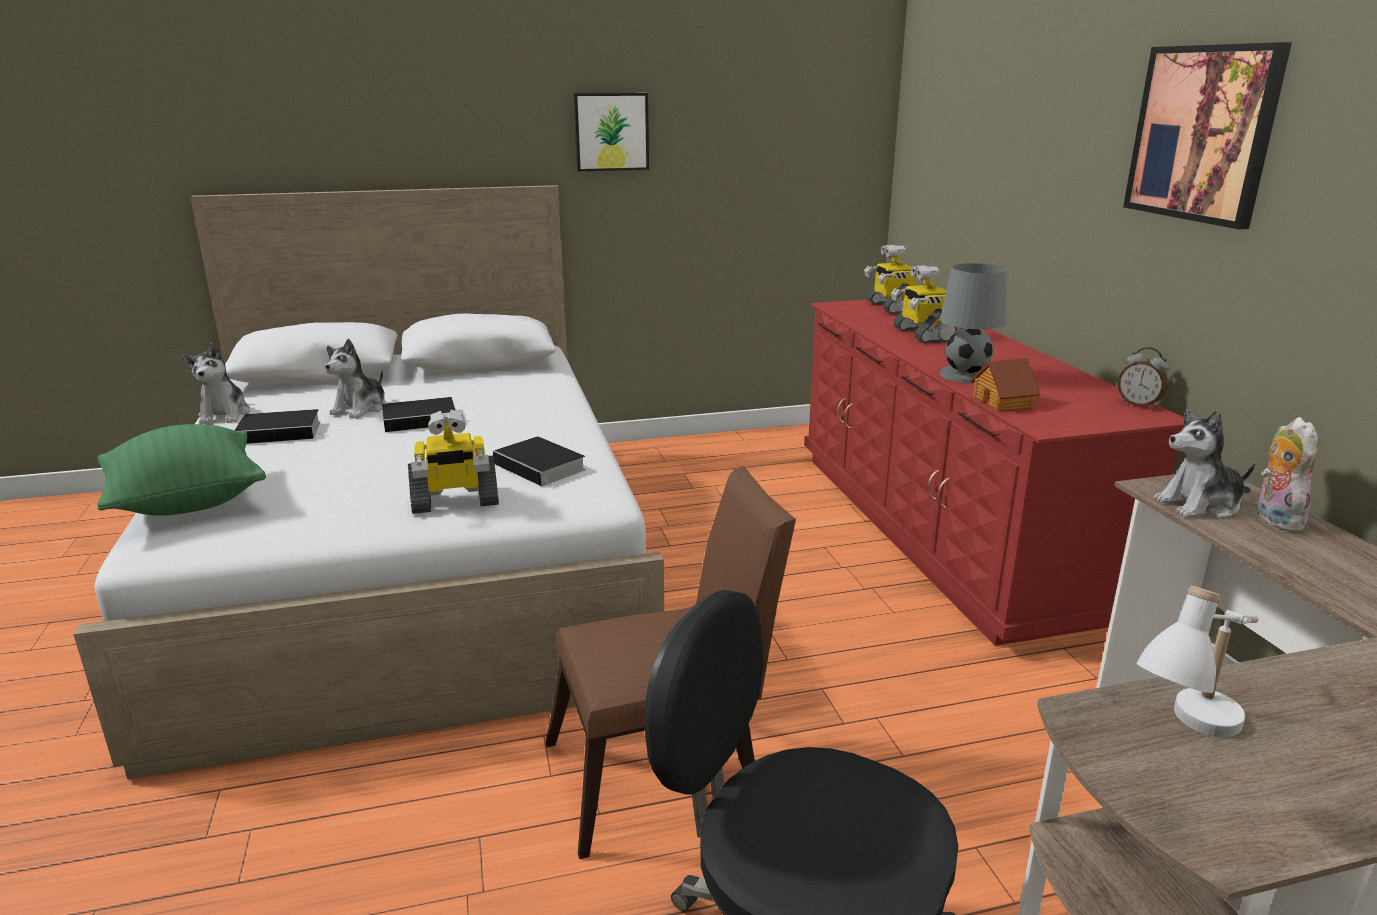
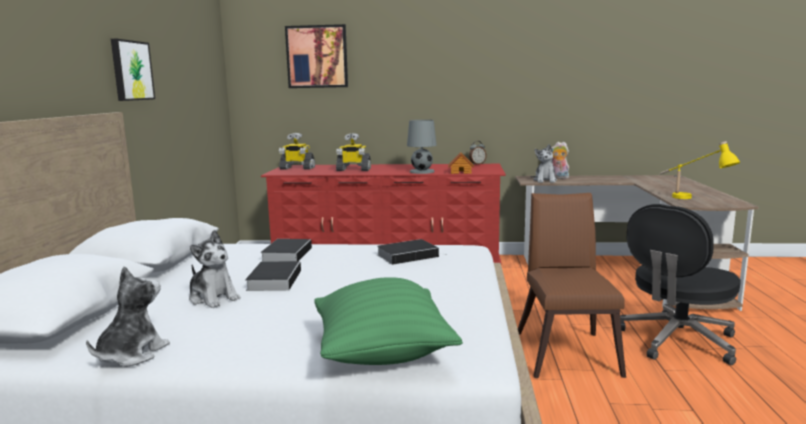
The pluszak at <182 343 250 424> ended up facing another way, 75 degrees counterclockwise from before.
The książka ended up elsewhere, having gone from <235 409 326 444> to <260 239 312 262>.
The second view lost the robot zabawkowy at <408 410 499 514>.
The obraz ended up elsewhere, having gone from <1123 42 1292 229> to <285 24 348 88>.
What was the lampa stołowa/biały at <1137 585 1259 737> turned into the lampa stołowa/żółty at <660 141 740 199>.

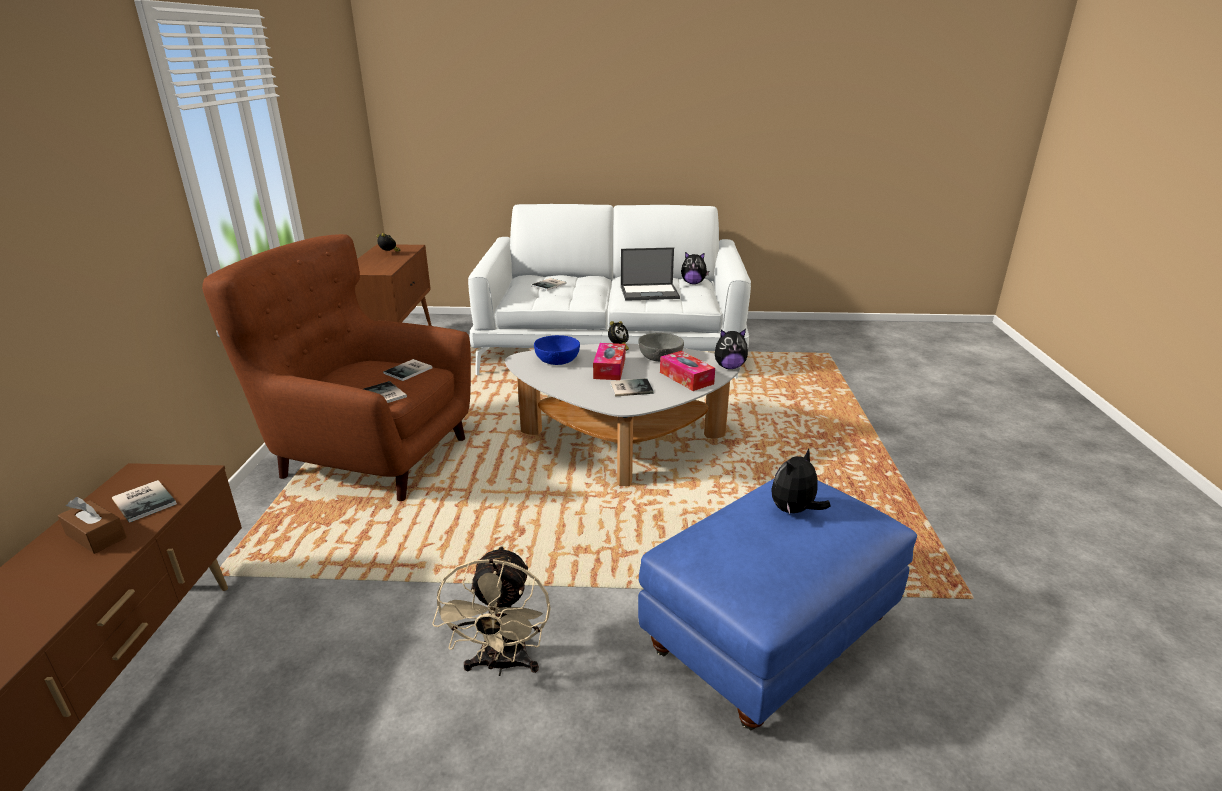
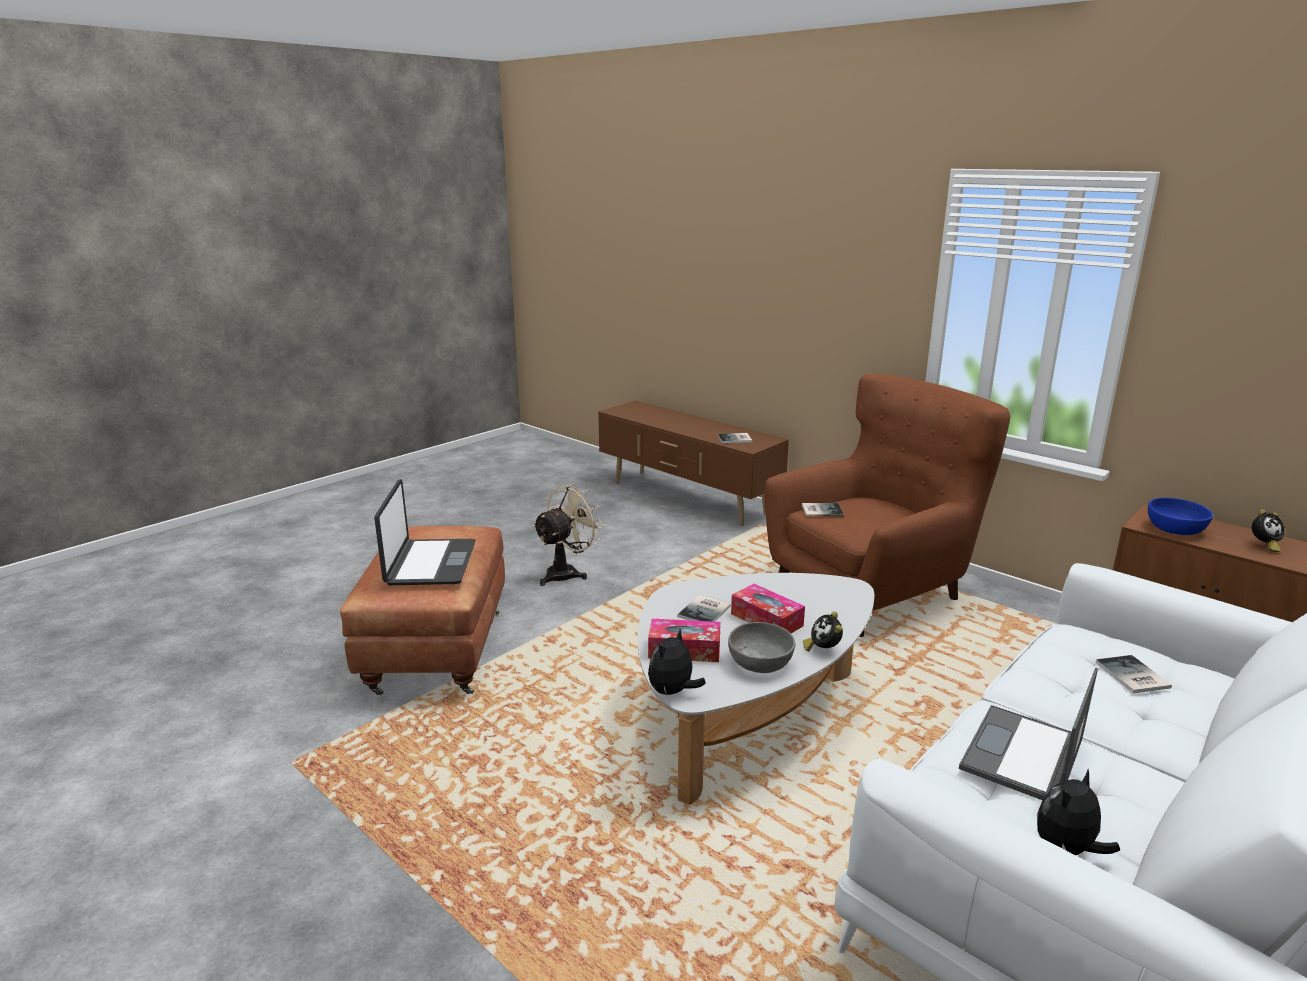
The second view lost the pudełko chusteczek/brązowy at <58 497 127 554>.
The second view lost the książka at <383 359 432 381>.
The wentylator/beżowy at <432 545 551 676> ended up facing another way, 90 degrees clockwise from before.
The miska/niebieski ended up elsewhere, having gone from <534 335 580 365> to <1148 498 1213 535>.
What was the pufa/niebieski at <638 479 917 730> turned into the pufa/brązowy at <340 526 505 696>.
Where the pluszak stood at <771 448 831 514>, the laptop came to stand at <374 479 476 585>.

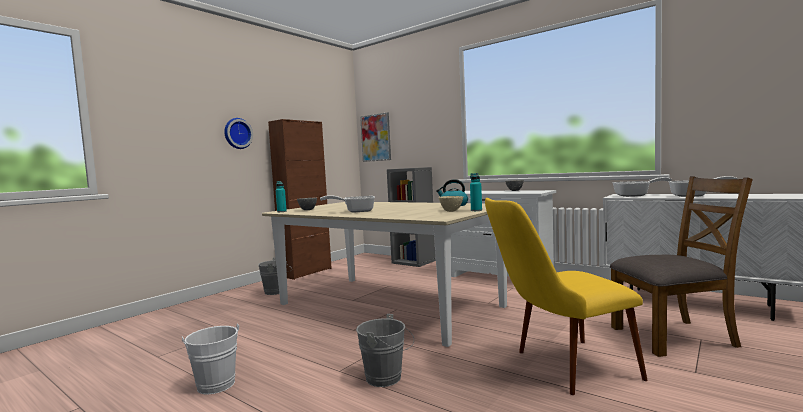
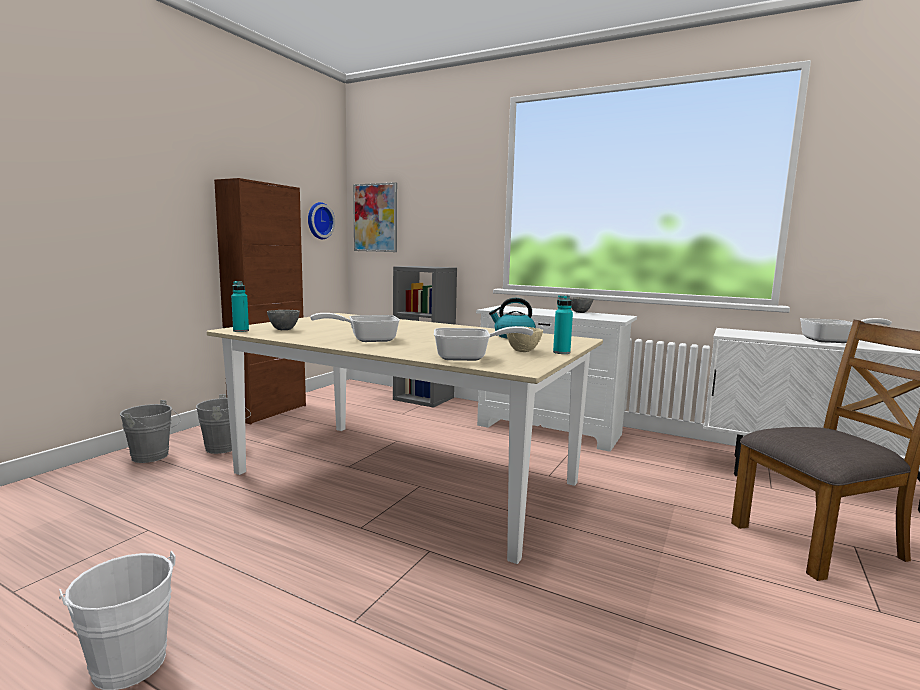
The zegar ścienny ended up elsewhere, having gone from <224 118 253 149> to <308 202 335 239>.
The wiadro/szary ended up elsewhere, having gone from <356 314 414 387> to <120 400 181 463>.
The second view lost the krzesło/żółty at <485 198 648 395>.
The patelnia ended up elsewhere, having gone from <612 177 672 197> to <434 326 533 361>.

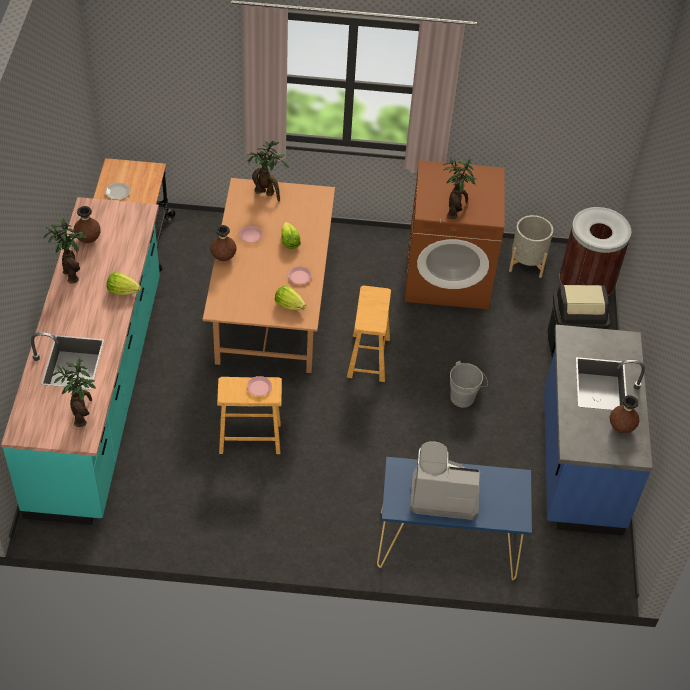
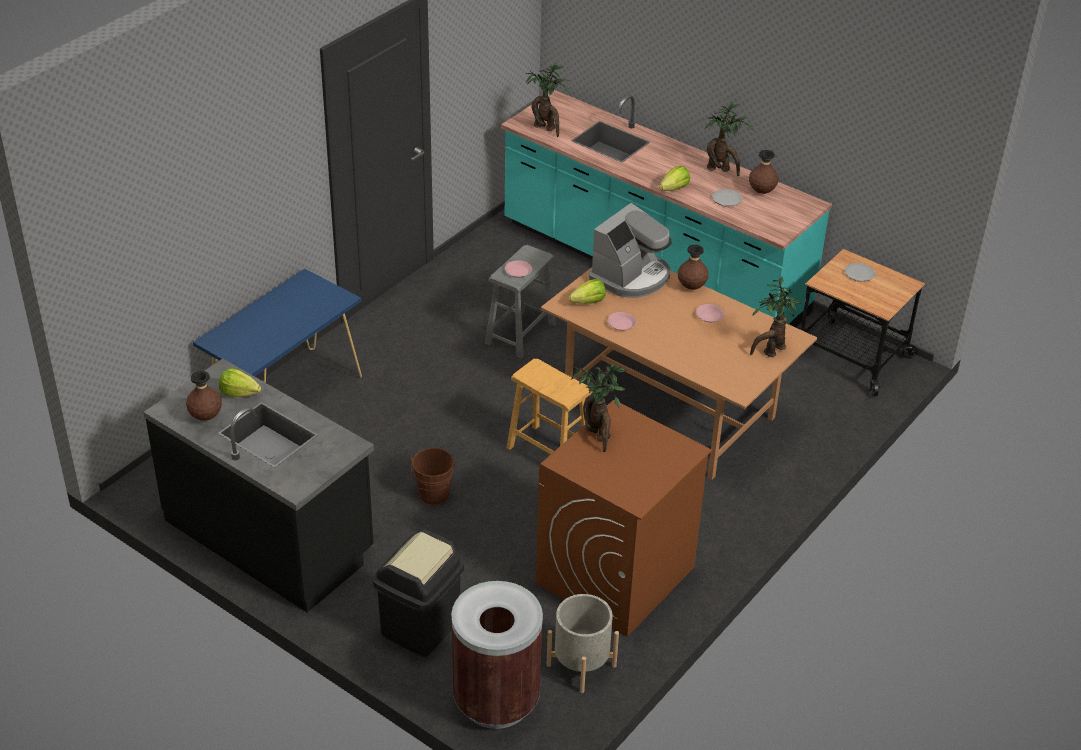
What was the stołek/brązowy at <217 377 282 454> turned into the stołek/szary at <485 245 556 359>.
The sałata ended up elsewhere, having gone from <281 222 301 249> to <219 368 261 397>.
The ekspres do kawy ended up elsewhere, having gone from <410 442 480 520> to <589 203 671 298>.
What was the wiadro/szary at <450 361 488 407> turned into the wiadro/brązowy at <410 448 456 505>.
What was the zabudowa kuchenna/niebieski at <544 325 652 536> turned into the zabudowa kuchenna/czarny at <143 358 374 613>.
The second view gained the talerz at <712 189 743 206>.

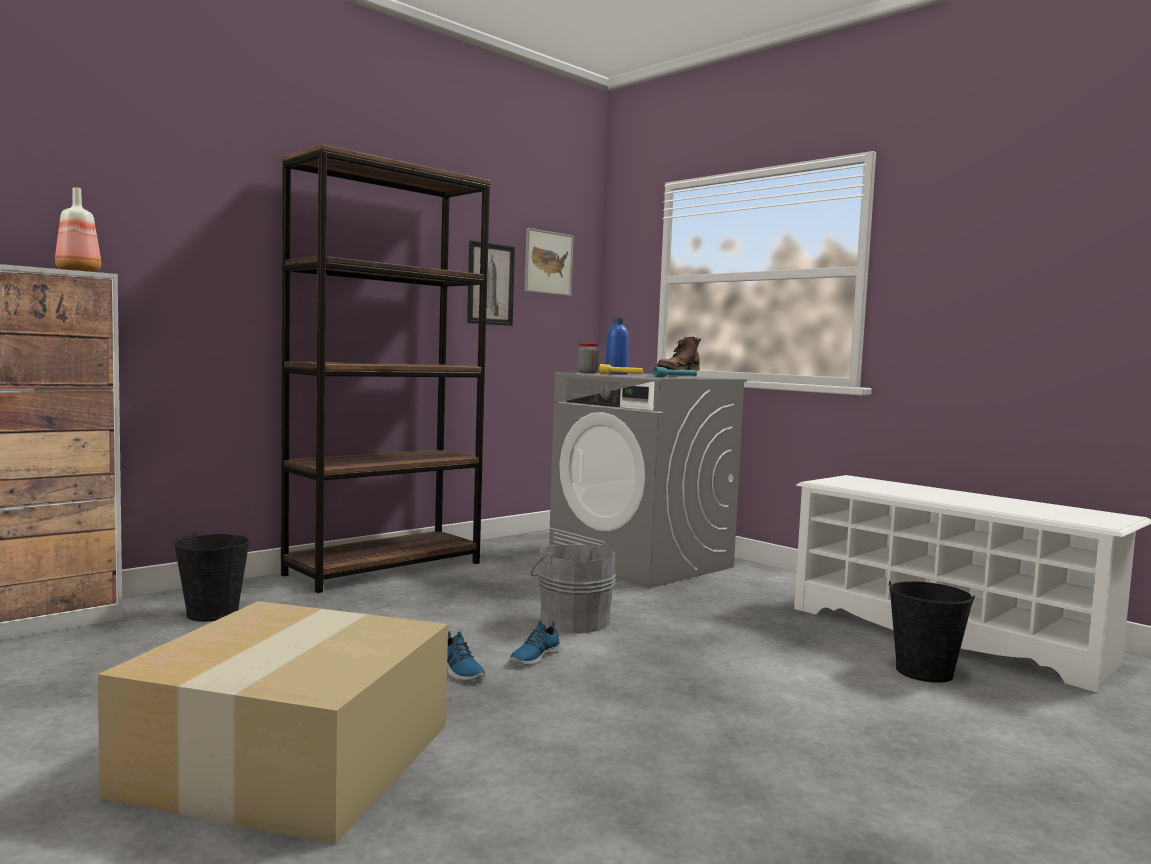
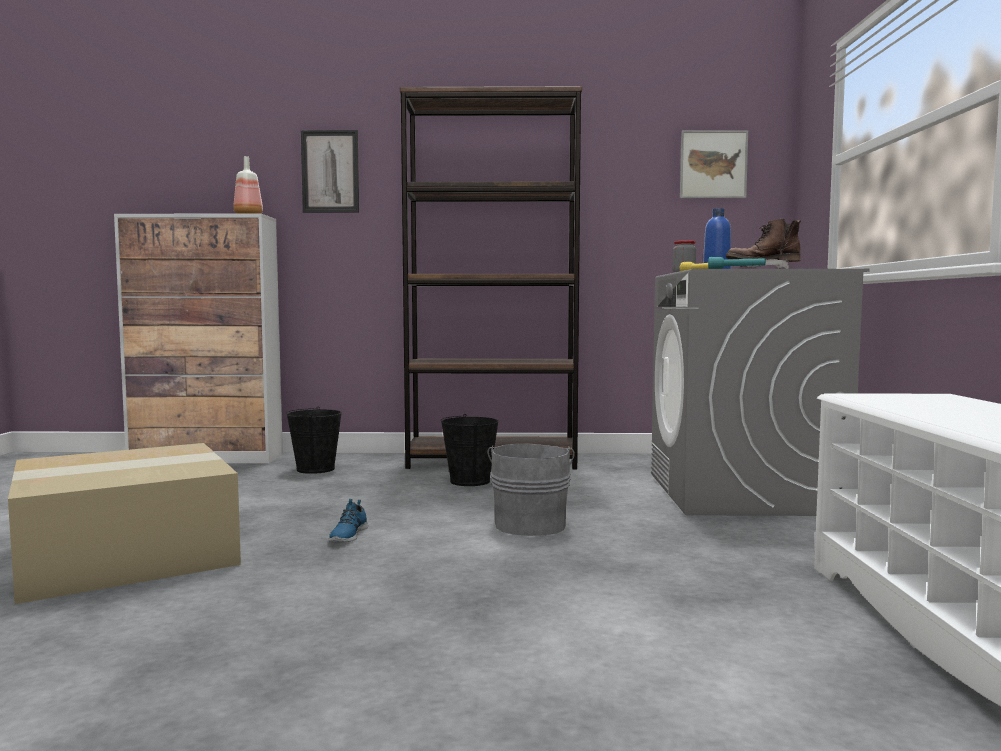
The obraz ended up elsewhere, having gone from <467 240 515 326> to <301 130 359 213>.
The second view lost the but at <509 620 561 665>.
The wiadro/czarny ended up elsewhere, having gone from <889 581 975 683> to <440 414 499 486>.

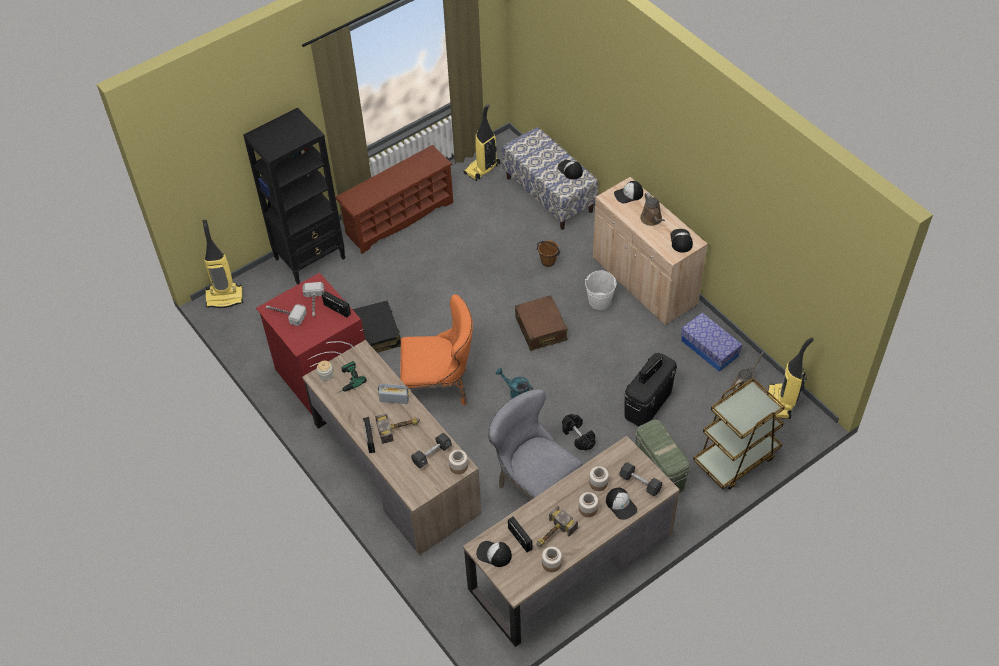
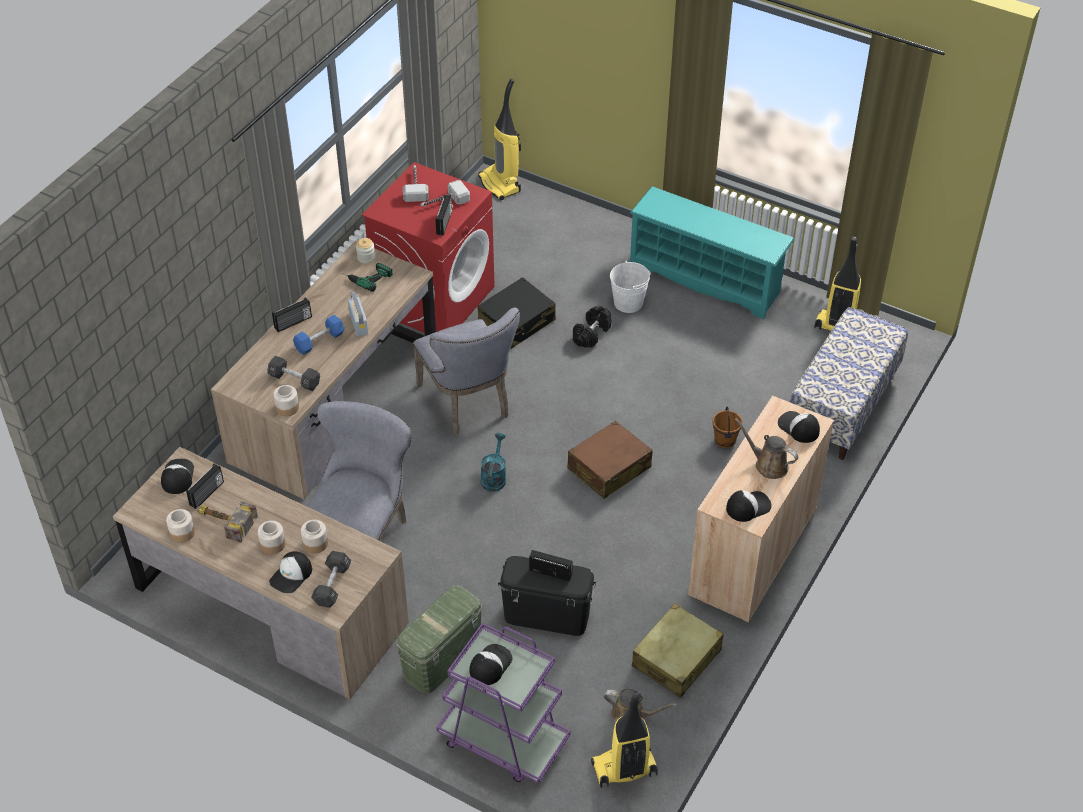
The second view lost the regał/czarny at <243 107 345 285>.
What was the regał na buty/brązowy at <335 145 453 254> turned into the regał na buty/turkusowy at <630 187 794 319>.
Where the młotek stood at <375 413 420 444>, the hantel/niebieski came to stand at <293 315 344 355>.
What was the krzesło/pomarańczowy at <400 294 473 405> turned into the krzesło/szary at <413 308 520 434>.
The czapka z daszkiem ended up elsewhere, having gone from <558 160 583 180> to <469 644 512 685>.
The hantel/czarny ended up elsewhere, having gone from <562 414 596 451> to <573 306 611 348>.
The wiadro/biały ended up elsewhere, having gone from <585 270 617 310> to <610 261 651 313>.
The konewka/brązowy at <640 192 665 226> ended up facing another way, 75 degrees clockwise from before.
Where the pojemnik do przechowywania stood at <681 313 742 372>, the walizka/beżowy came to stand at <632 603 724 698>.
What was the wózek/brązowy at <693 378 785 490> turned into the wózek/fioletowy at <436 623 570 784>.

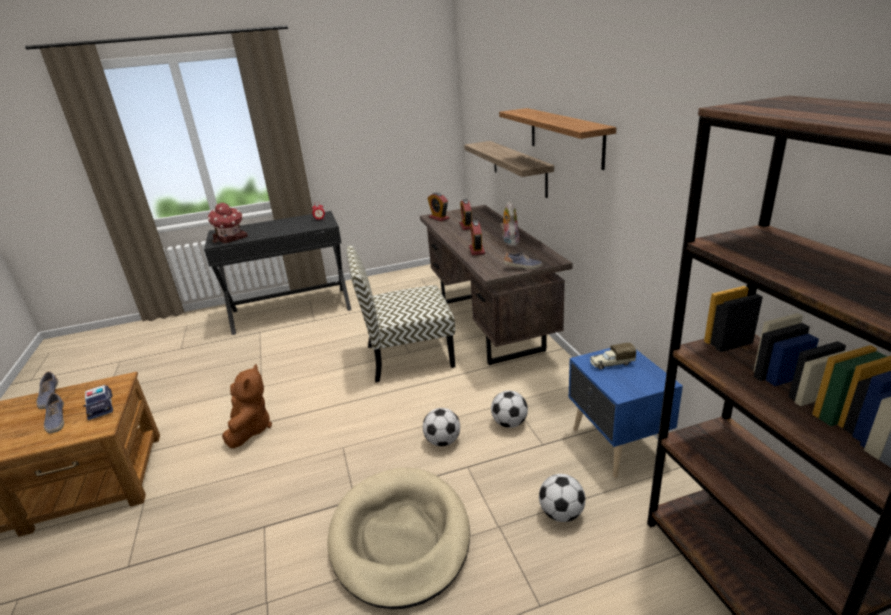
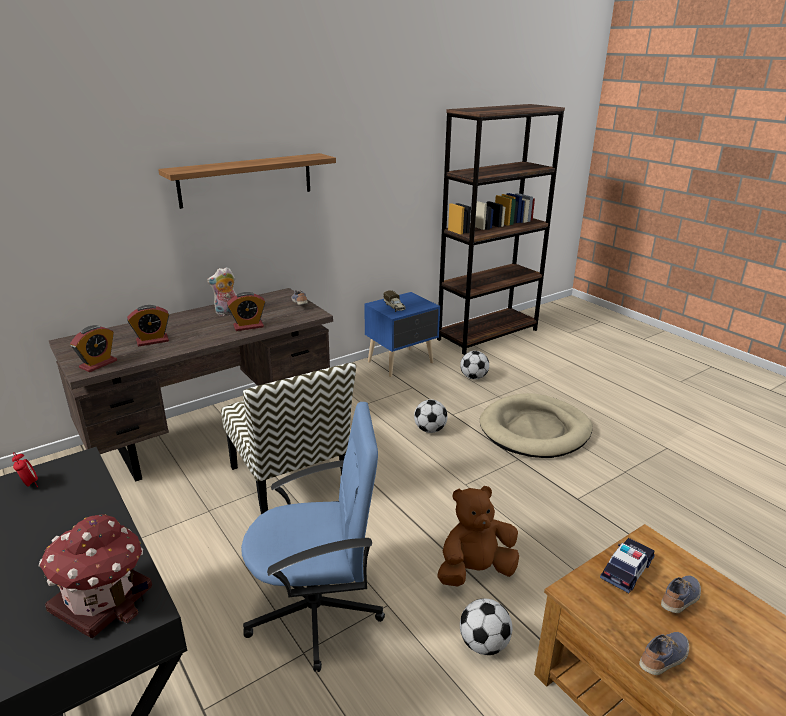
The second view lost the półka at <464 141 554 198>.
The piłka futbolowa ended up elsewhere, having gone from <491 390 528 428> to <460 599 512 655>.
The second view gained the krzesło biurowe/niebieski at <241 402 385 672>.

